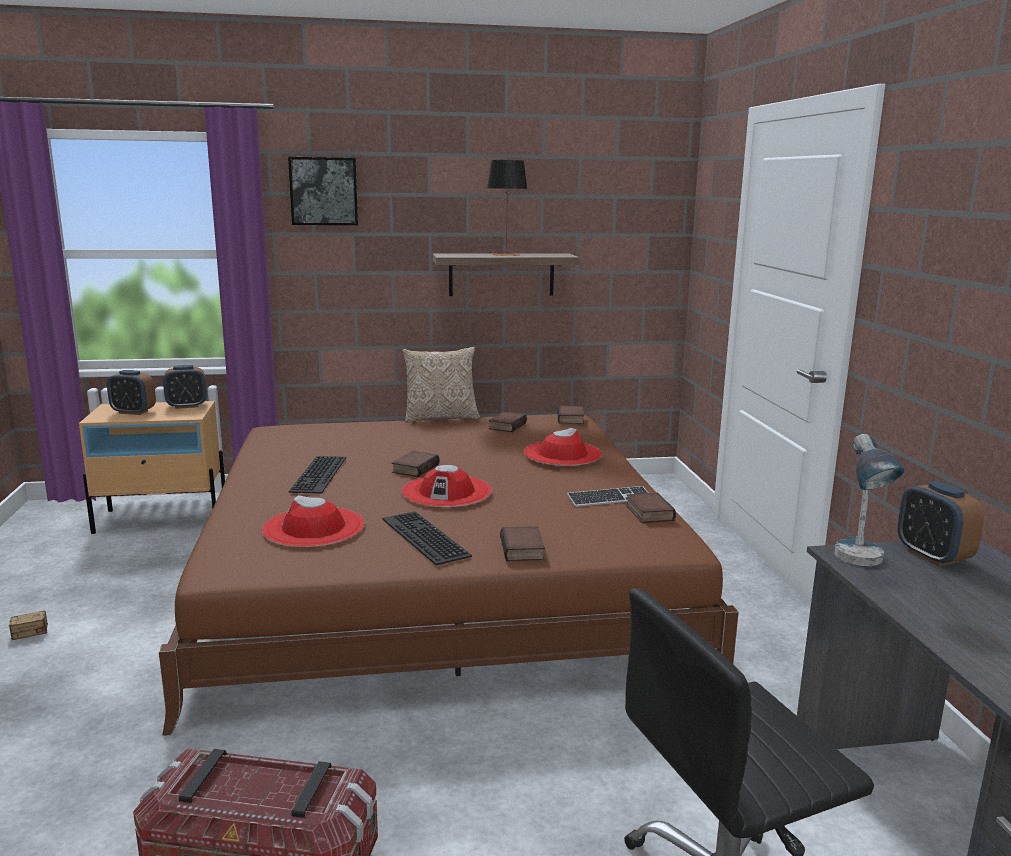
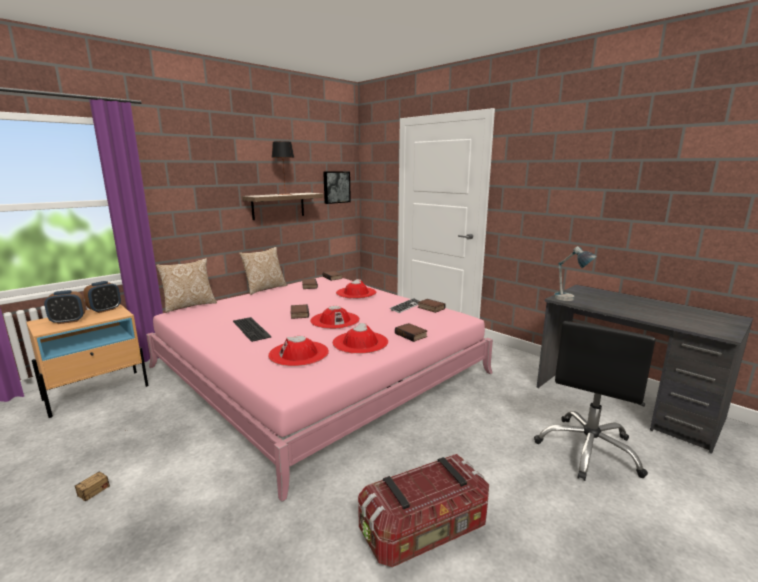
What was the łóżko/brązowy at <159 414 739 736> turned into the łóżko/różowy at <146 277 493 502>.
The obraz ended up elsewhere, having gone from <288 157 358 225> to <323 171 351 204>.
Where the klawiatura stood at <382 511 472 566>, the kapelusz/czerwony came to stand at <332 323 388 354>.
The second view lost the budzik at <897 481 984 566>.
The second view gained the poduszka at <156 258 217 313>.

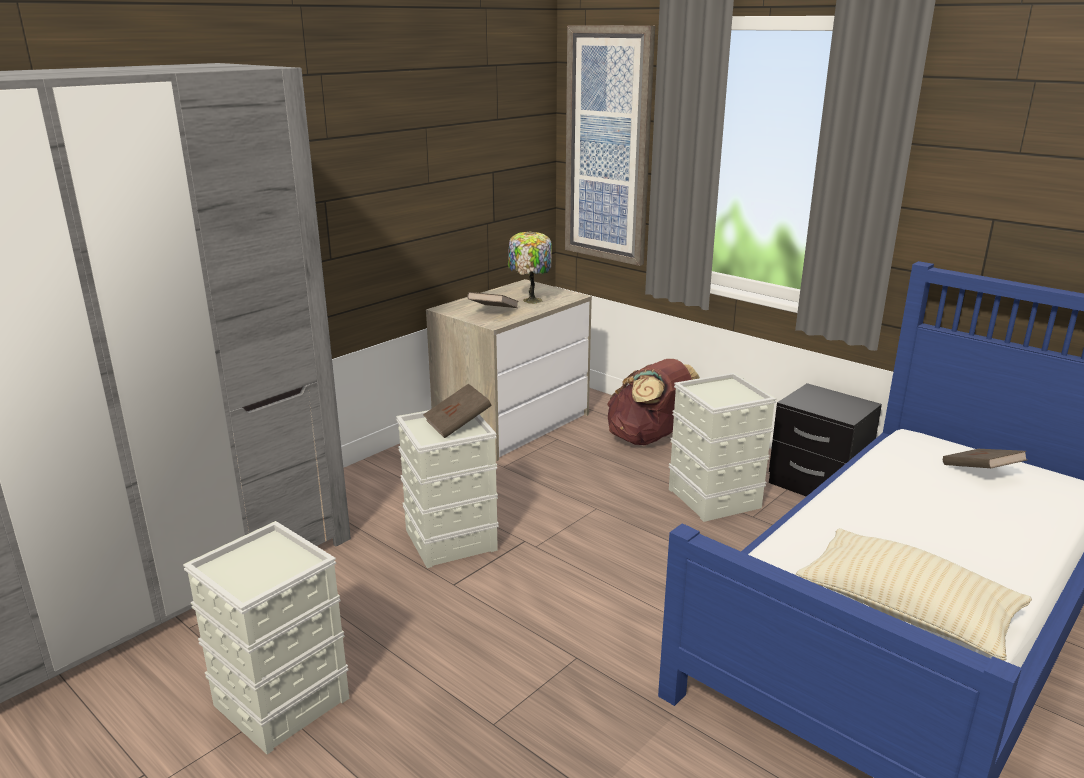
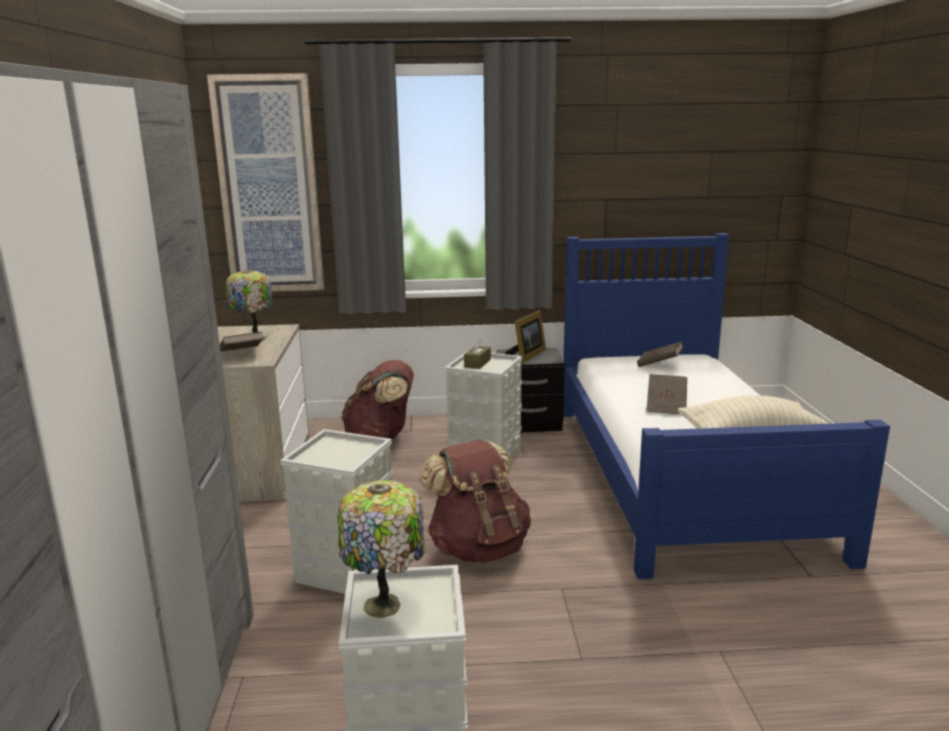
The książka/brązowy ended up elsewhere, having gone from <423 384 492 438> to <646 374 687 414>.
The second view gained the lampa stołowa at <338 480 424 618>.
The second view gained the plecak/brązowy at <419 439 531 563>.
The second view gained the pudełko chusteczek/brązowy at <464 338 491 369>.
The second view gained the ramka na zdjęcie at <505 310 546 363>.

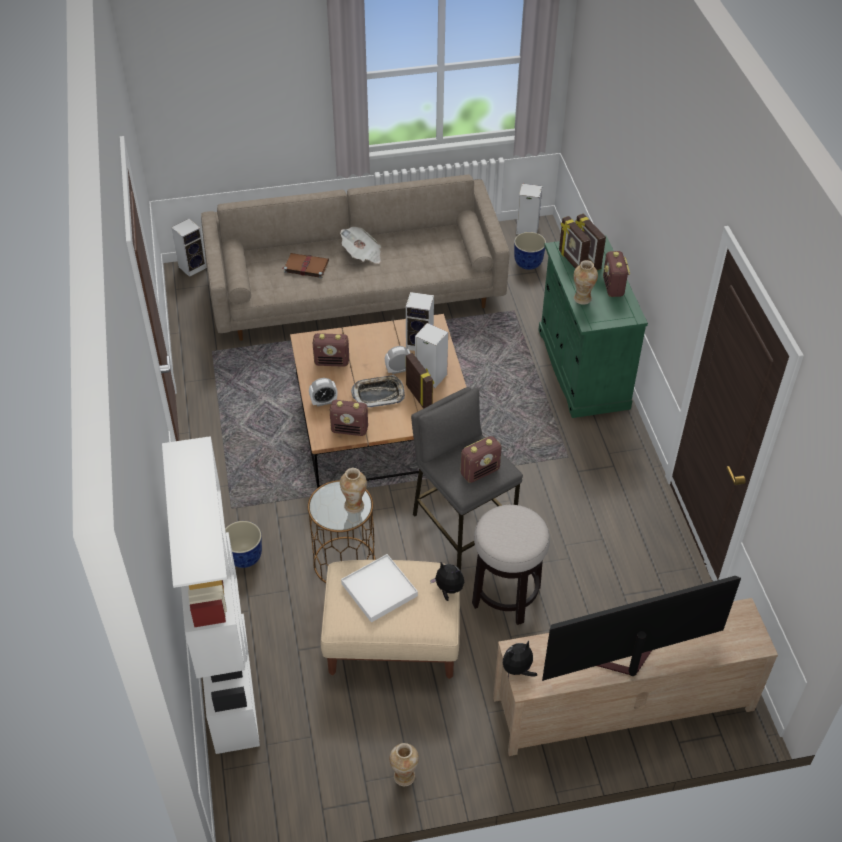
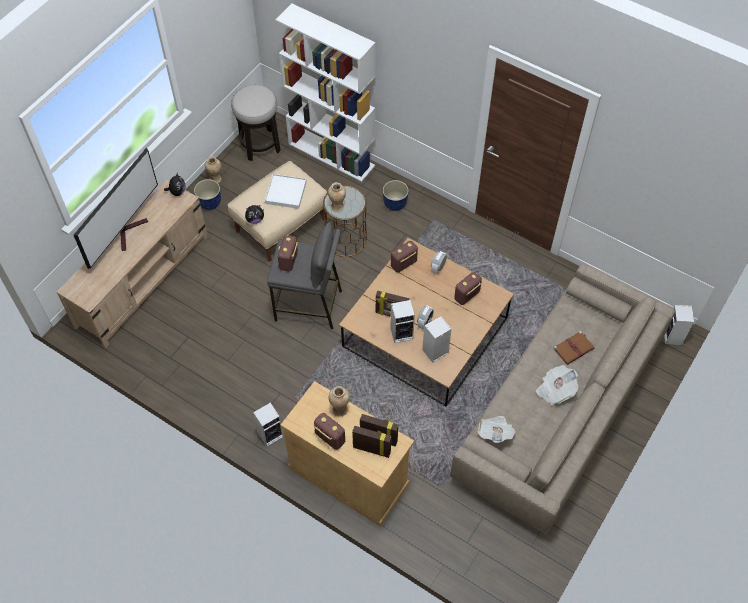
The second view lost the taca at <351 375 405 407>.
The stołek ended up elsewhere, having gone from <472 505 550 625> to <231 85 280 161>.
The donica ended up elsewhere, having gone from <514 232 546 270> to <194 179 221 210>.
The głośnik ended up elsewhere, having gone from <516 183 542 235> to <253 403 283 446>.
What was the szafka/zielony at <538 235 648 418> turned into the szafka/beżowy at <280 381 414 527>.
The second view gained the gazeta at <478 416 516 443>.

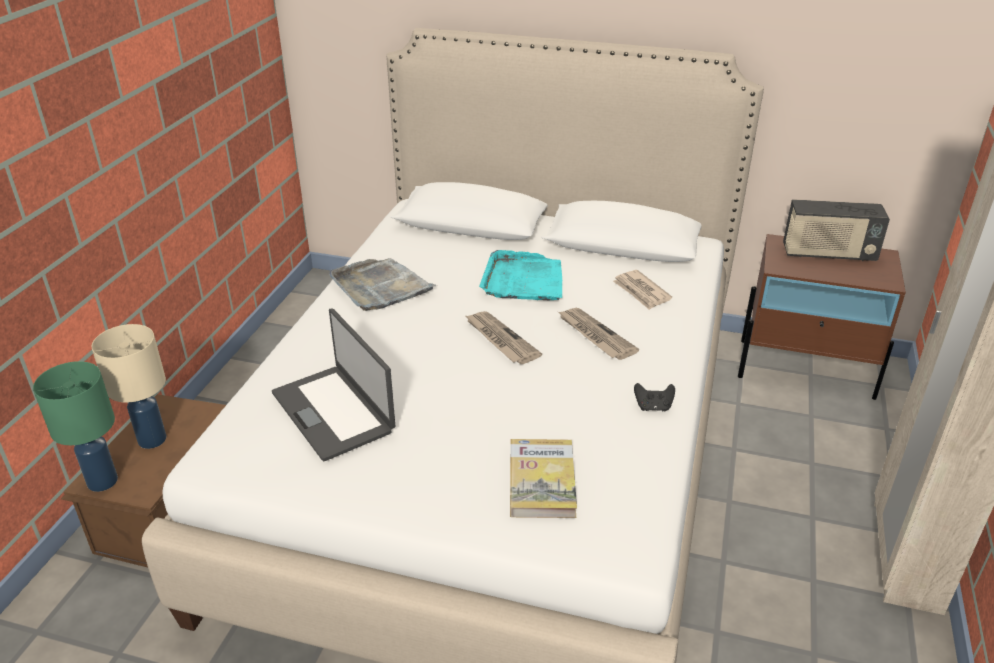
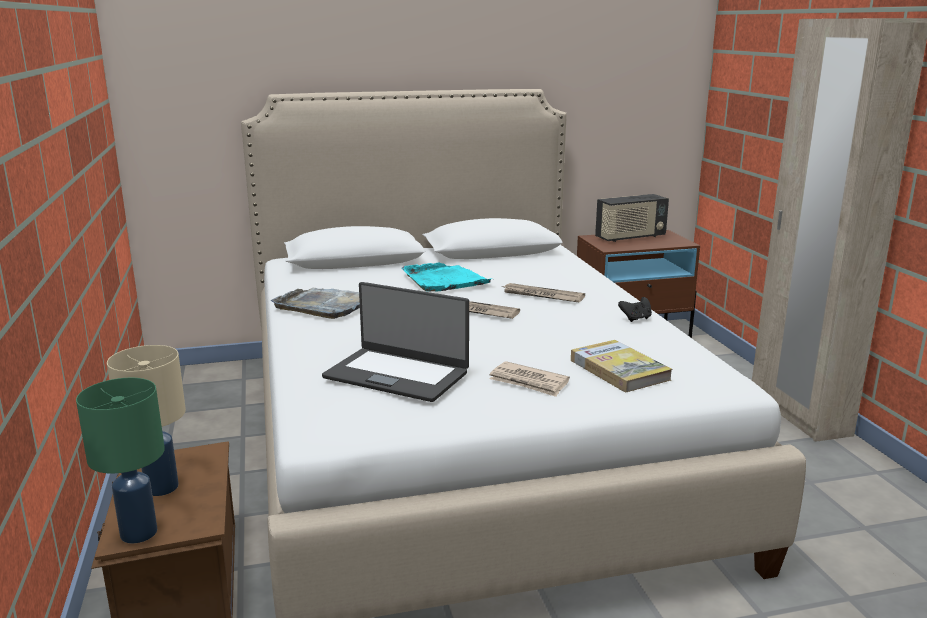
The gazeta ended up elsewhere, having gone from <613 270 672 310> to <489 361 570 397>.

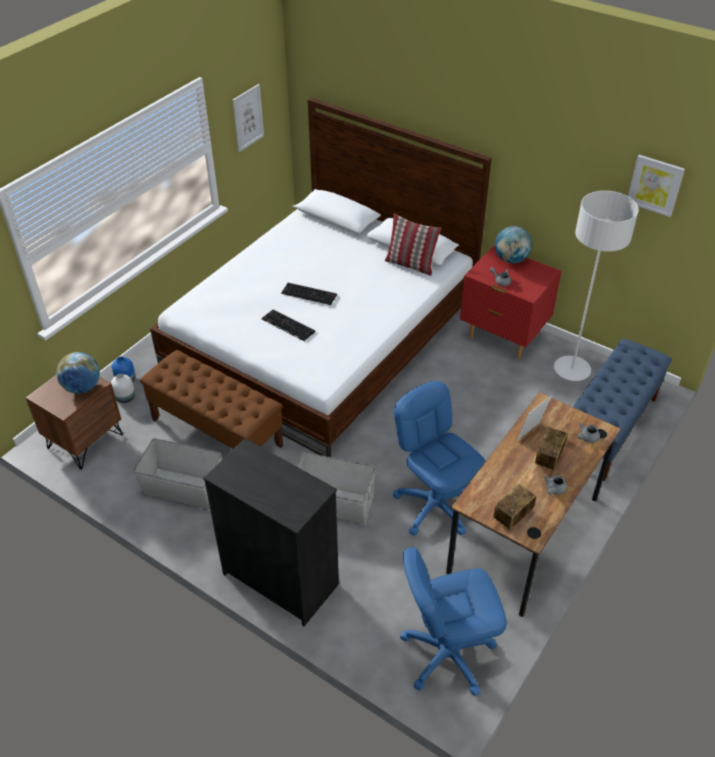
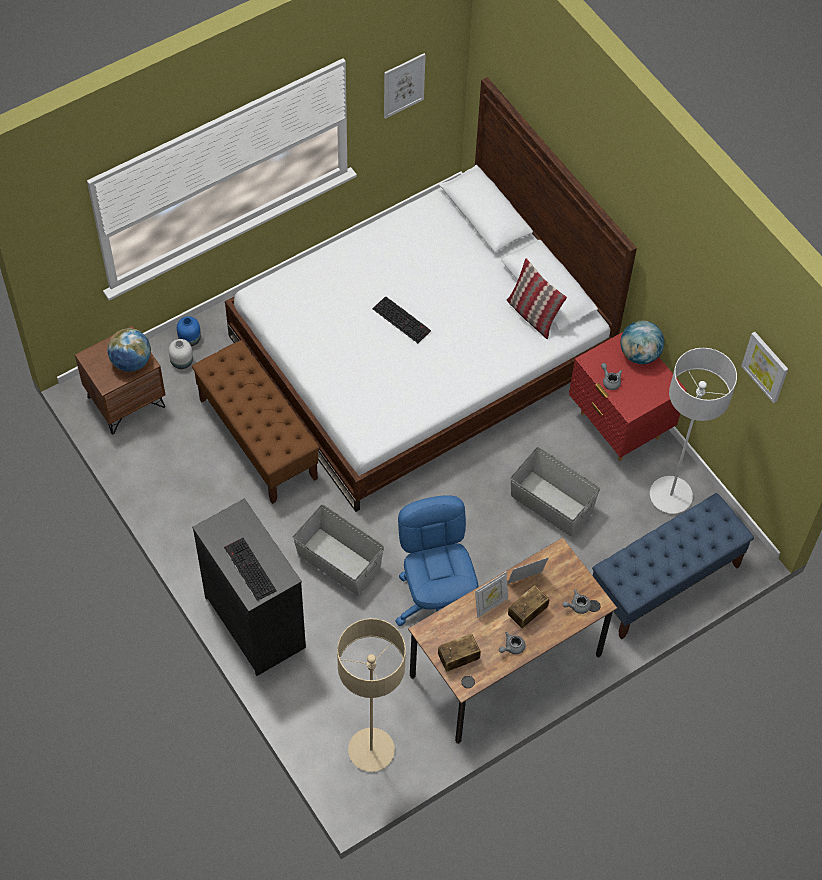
The pojemnik do przechowywania/szary ended up elsewhere, having gone from <133 438 222 509> to <510 447 600 537>.
The klawiatura ended up elsewhere, having gone from <262 309 316 341> to <224 537 277 601>.
Where the krzesło biurowe/niebieski stood at <400 548 507 696>, the lampa stojąca/beżowy came to stand at <337 618 406 772>.
The second view gained the ramka na zdjęcie at <475 572 508 618>.

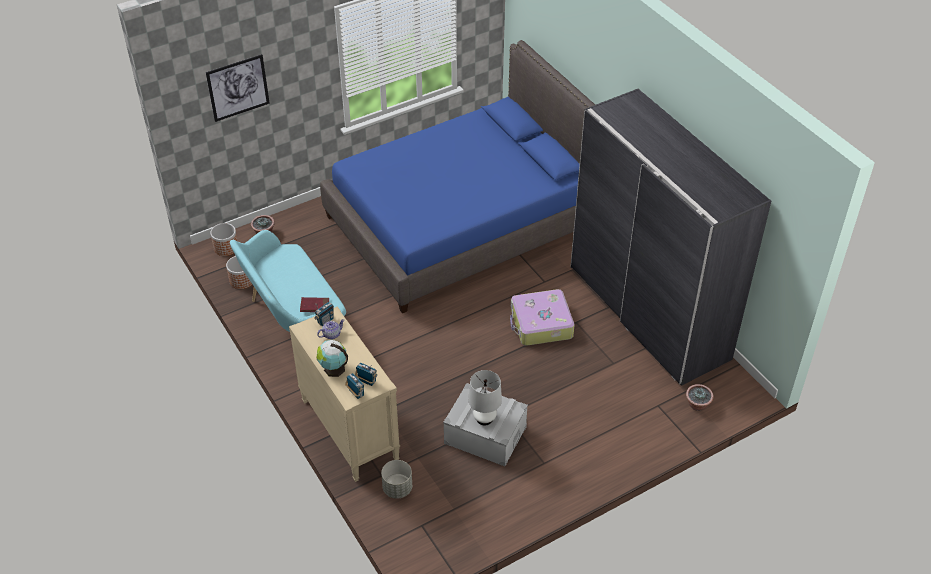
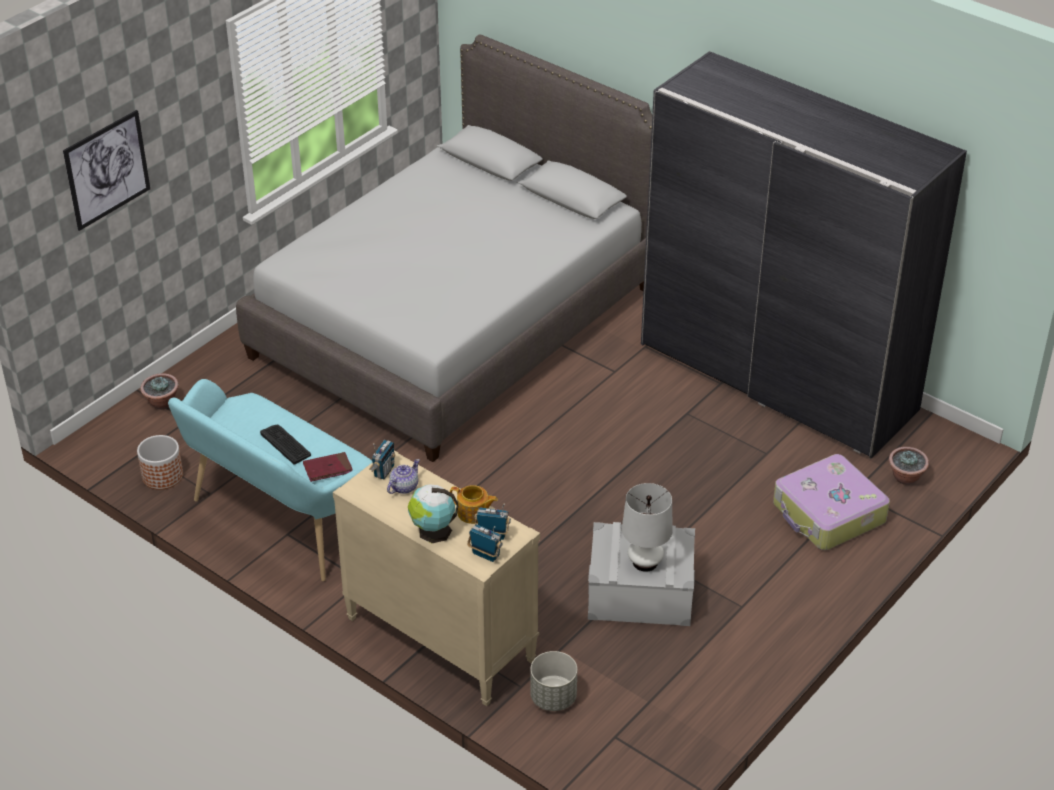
The second view lost the donica at <210 223 238 256>.
What was the łóżko/niebieski at <320 40 595 313> turned into the łóżko/szary at <236 35 652 462>.
The walizka ended up elsewhere, having gone from <510 289 574 346> to <773 454 890 550>.
The second view gained the klawiatura at <260 425 311 465>.
The second view gained the imbryk at <450 485 498 524>.

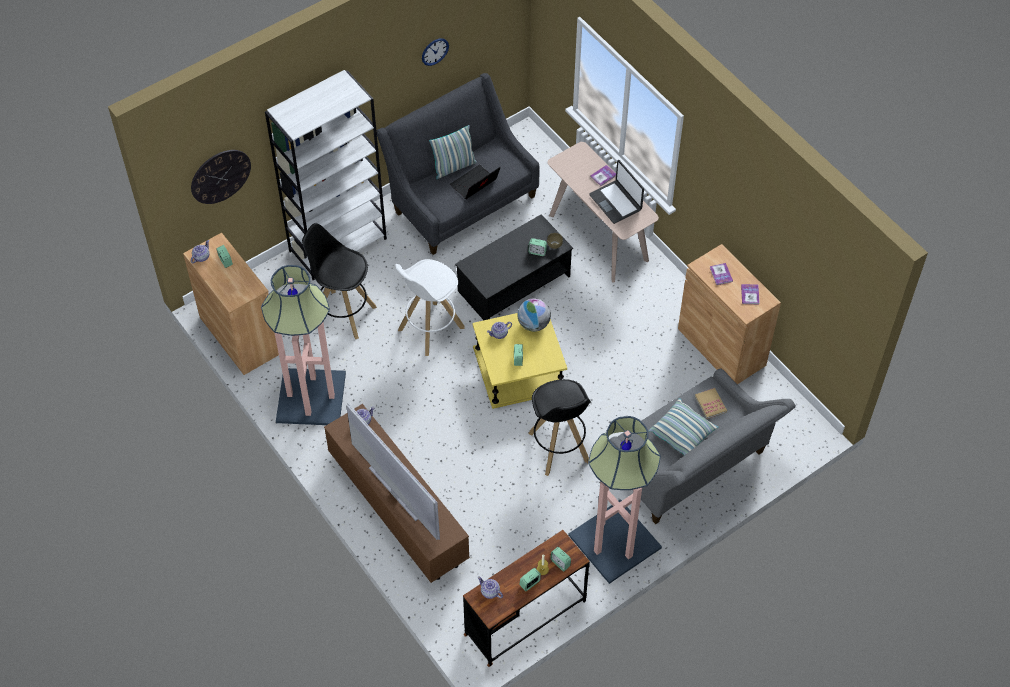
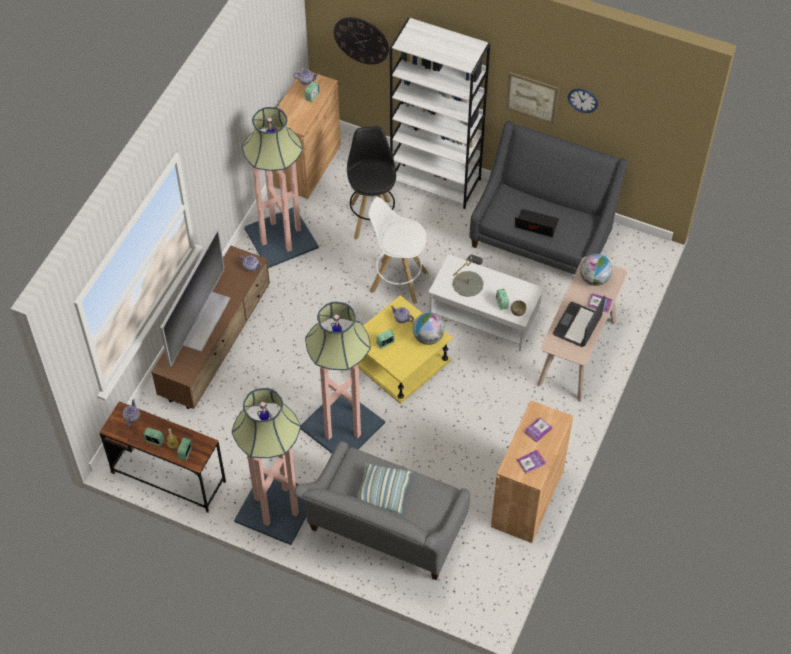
The second view lost the poduszka at <429 125 477 179>.
What was the ława/czarny at <455 214 573 320> turned into the ława/biały at <428 254 544 352>.
Where the stołek/czarny stood at <528 379 591 476>, the lampa stojąca came to stand at <301 302 385 453>.
The second view lost the książka at <695 388 727 419>.
The second view gained the lampa stołowa/szary at <453 254 484 297>.
The second view gained the obraz at <505 72 559 125>.
The second view gained the globus at <580 254 612 286>.

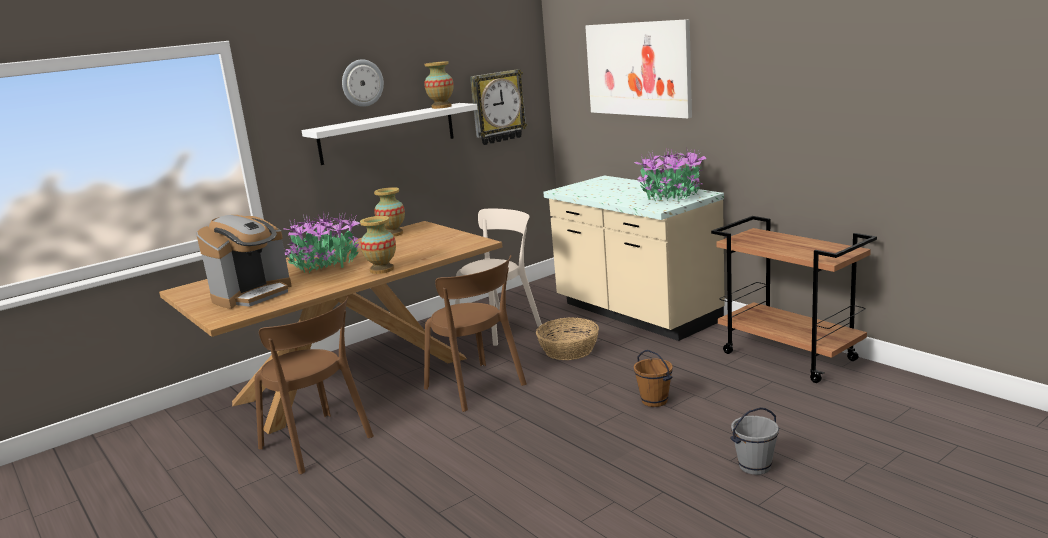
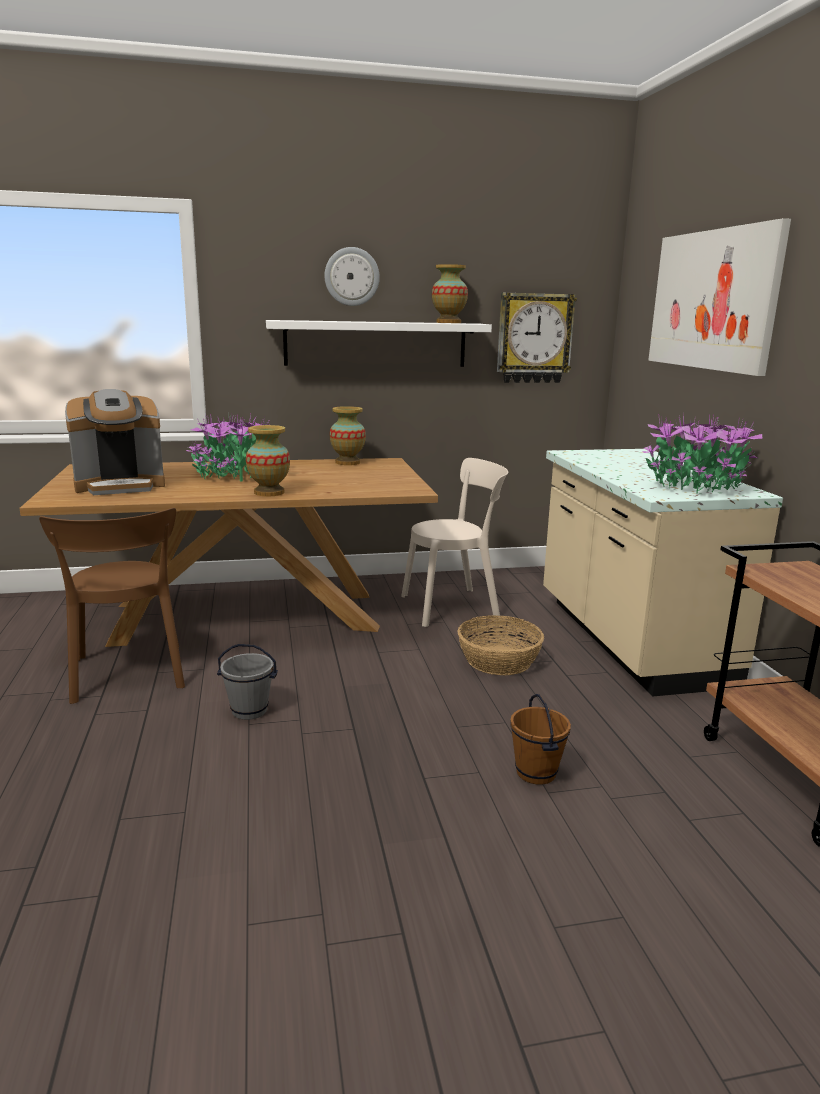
The second view lost the krzesło/brązowy at <424 255 527 412>.
The wiadro/szary ended up elsewhere, having gone from <730 407 779 475> to <217 644 278 720>.

